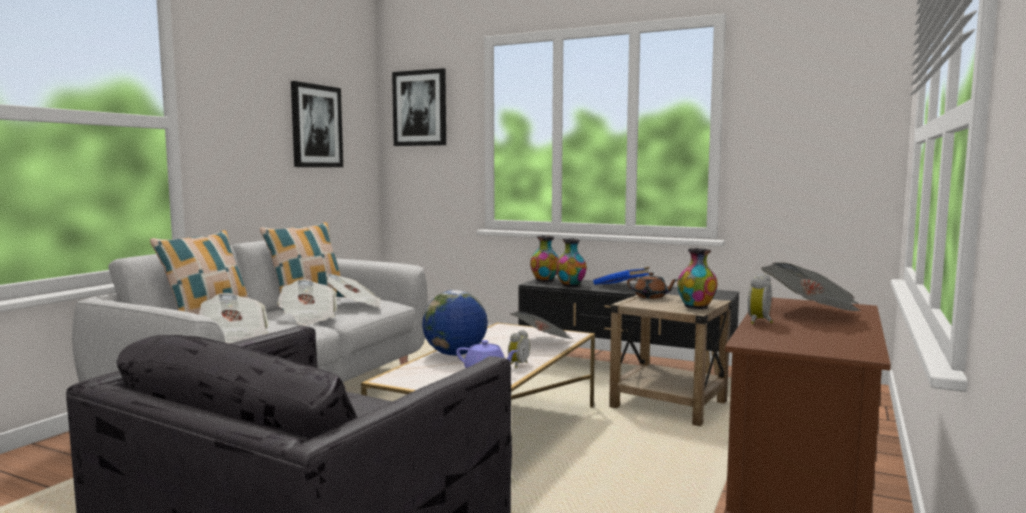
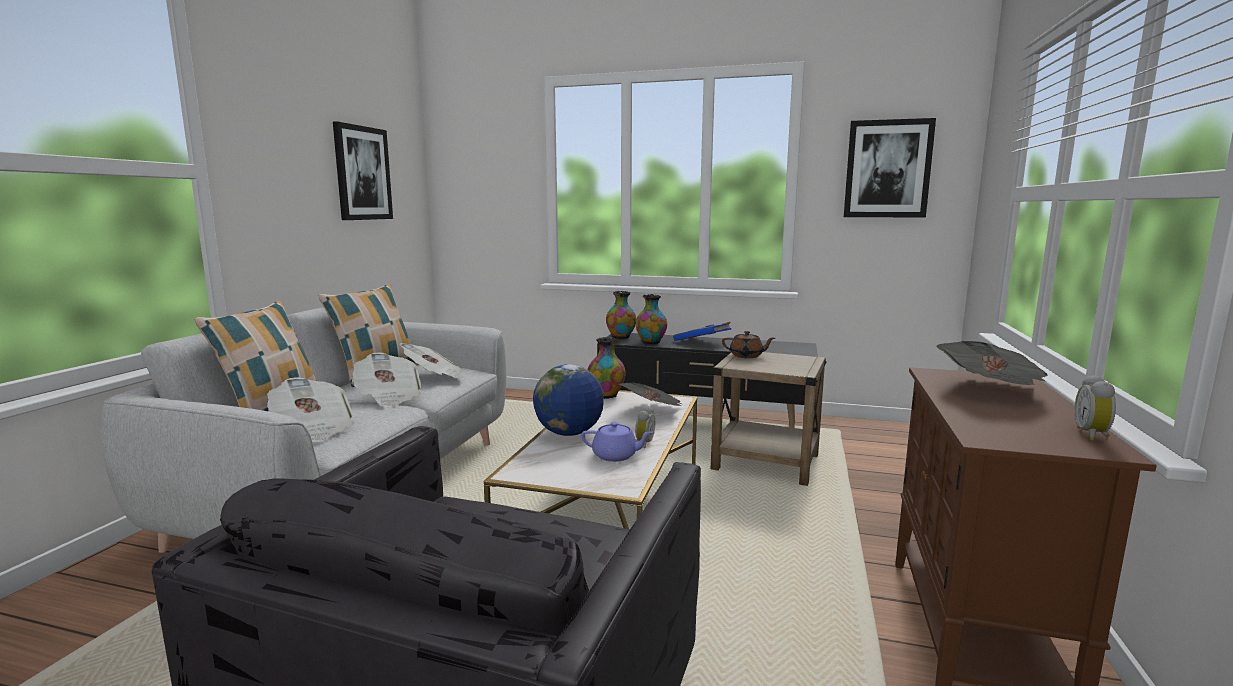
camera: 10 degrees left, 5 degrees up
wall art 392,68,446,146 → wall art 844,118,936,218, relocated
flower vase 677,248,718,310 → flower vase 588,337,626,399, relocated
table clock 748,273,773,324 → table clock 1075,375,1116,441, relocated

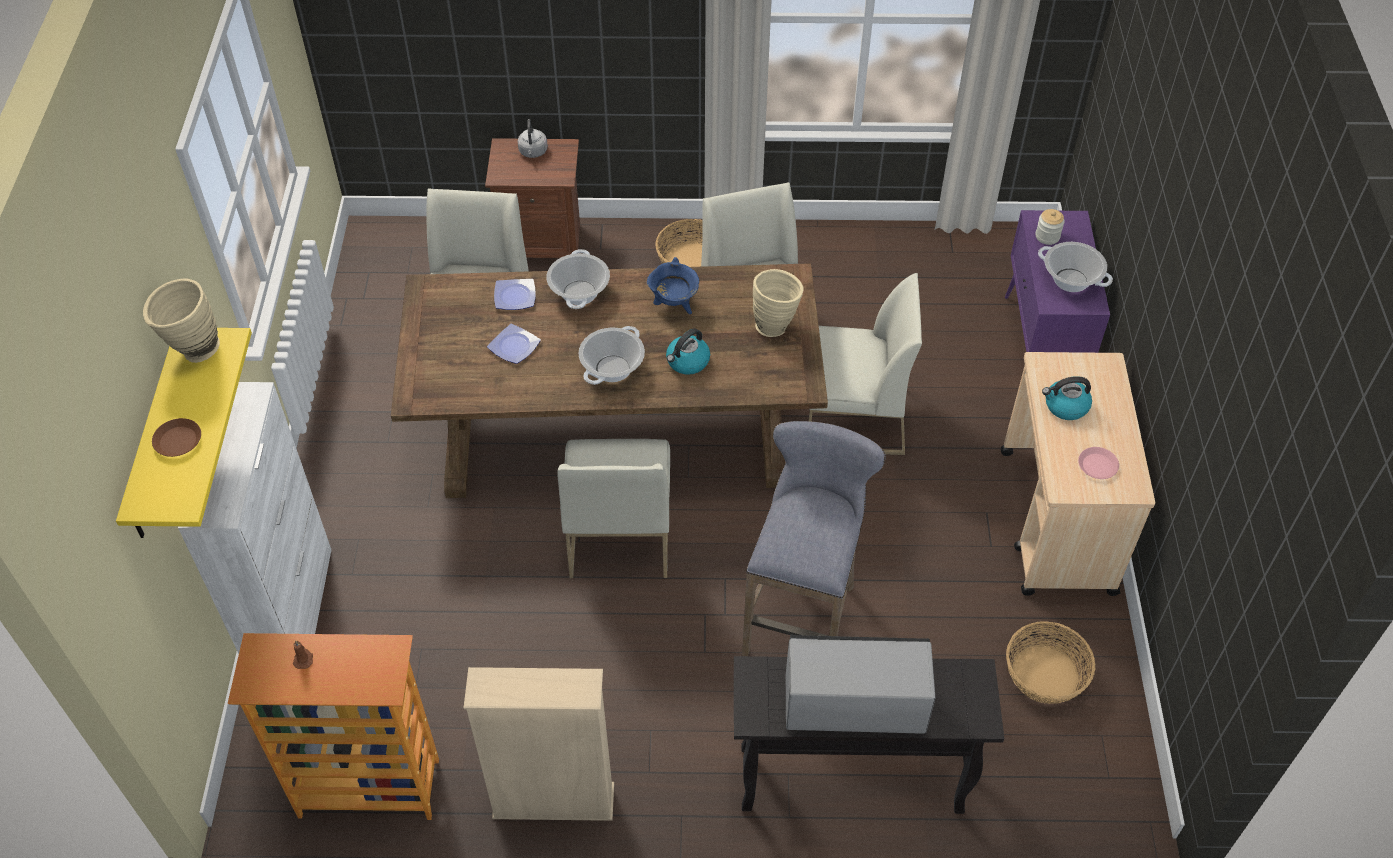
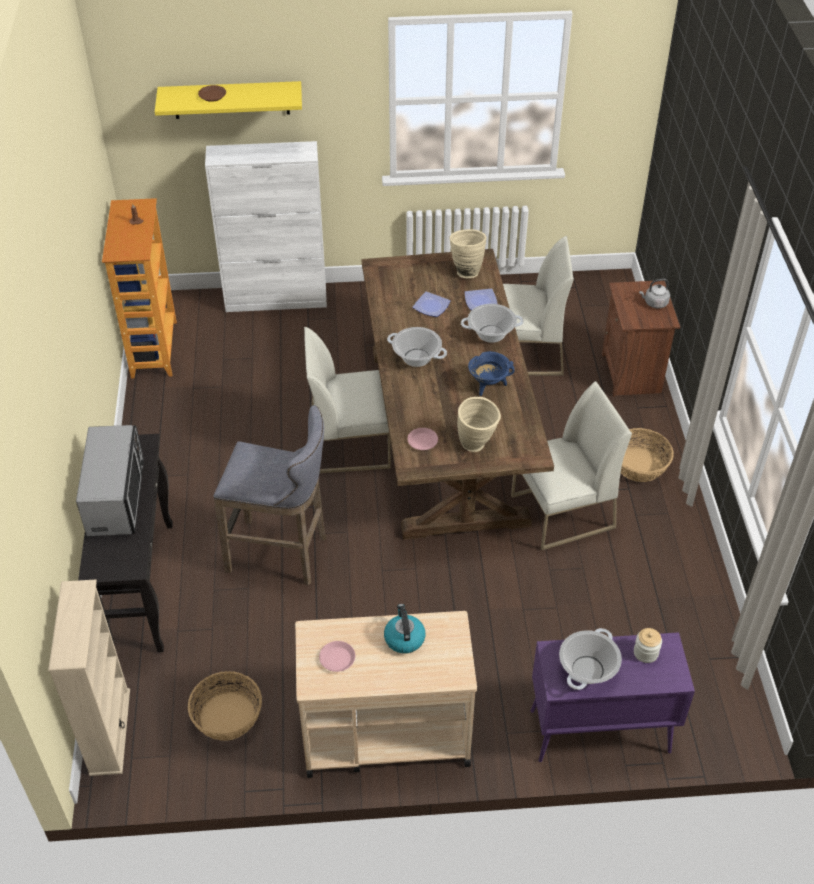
camera: 85 degrees right, 5 degrees down
sand-coloured flower vase 143,278,220,363 → sand-coloured flower vase 449,229,487,278, relocated
sand-coloured shelving unit 464,667,614,821 → sand-coloured shelving unit 48,579,130,776, relocated
kettle 666,328,710,375 → -
whitish chair 809,273,922,455 → -
- → pink dinner plate 407,428,438,450

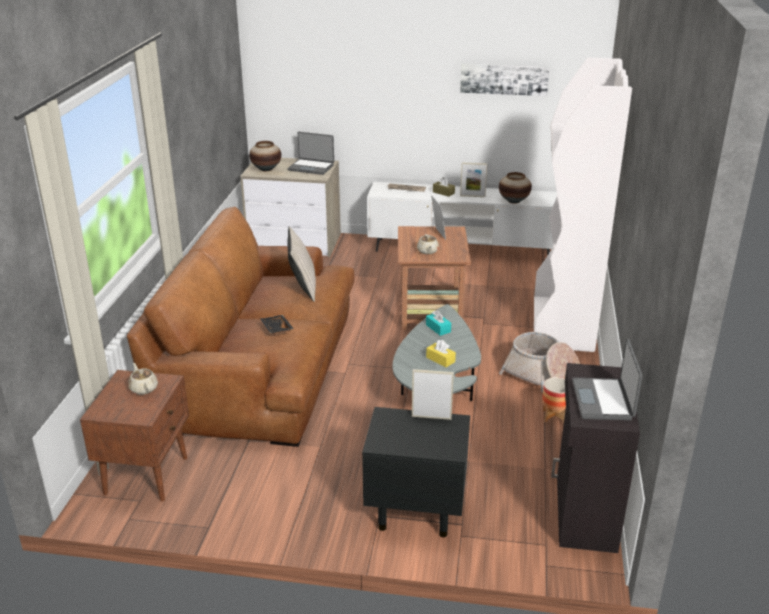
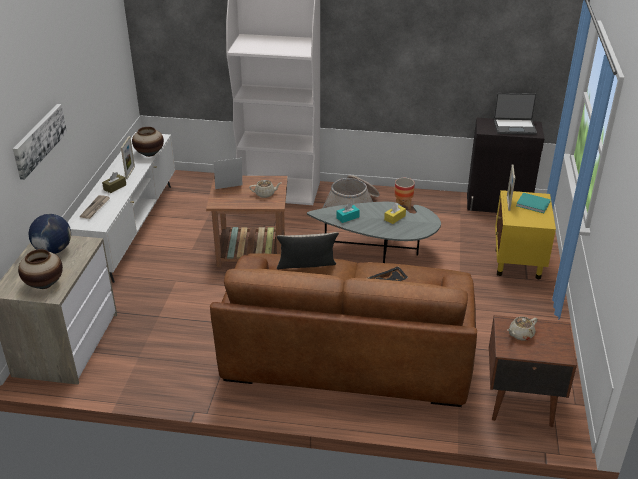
camera: 90 degrees left, 5 degrees up
notebook computer 288,132,334,175 → desk globe 28,214,71,254
blackish night table 362,407,470,537 → yellowish night table 495,190,556,279
wall art 460,63,549,96 → wall art 13,104,67,180, relocated
- → turquoise volume 516,193,551,213

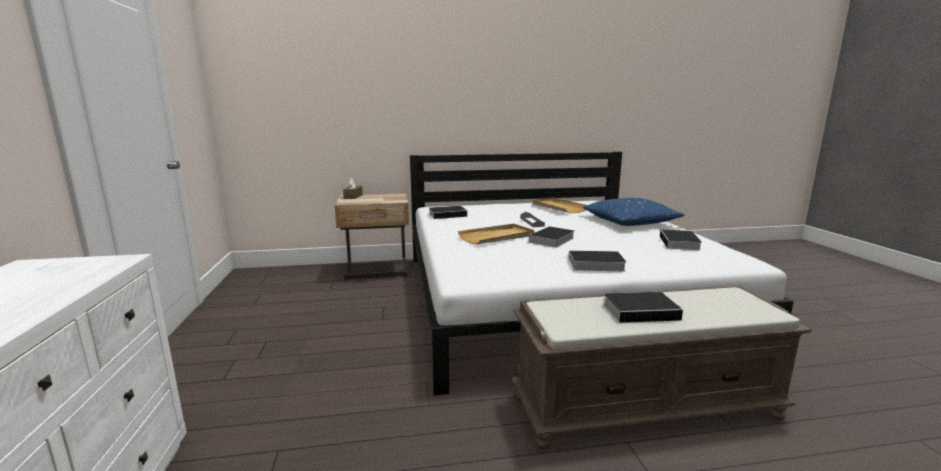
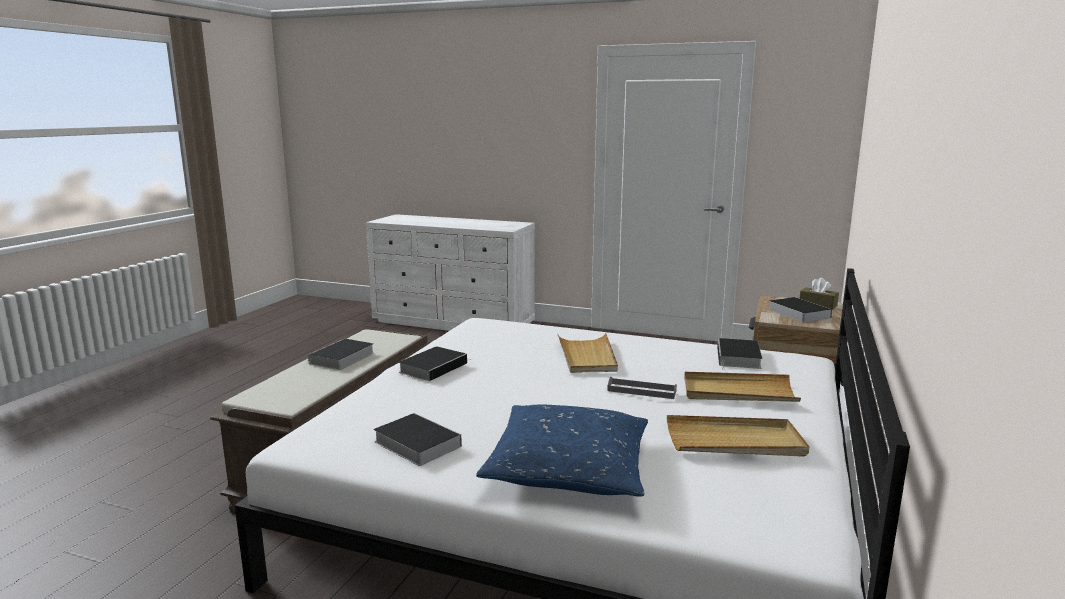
camera: 120 degrees right, 0 degrees up
volume 527,226,574,248 → volume 768,297,832,323, relocated
- → sand-coloured serving tray 684,372,801,402

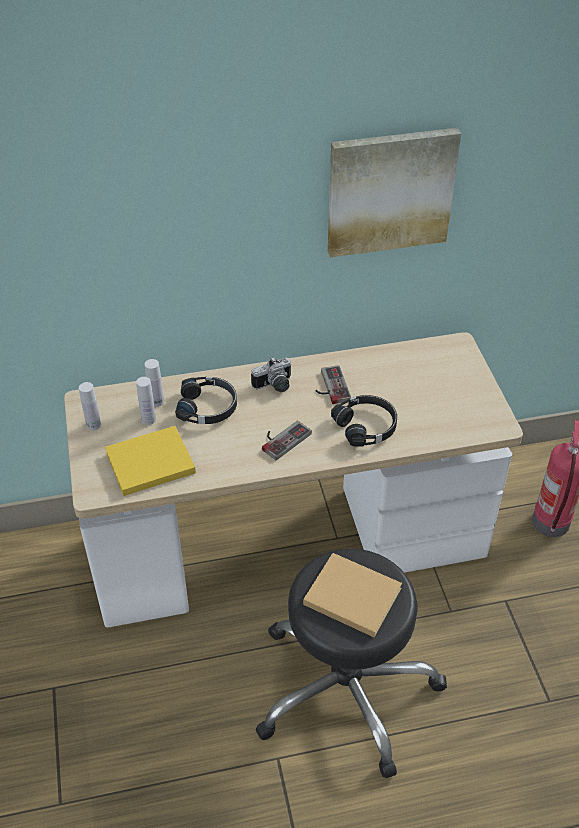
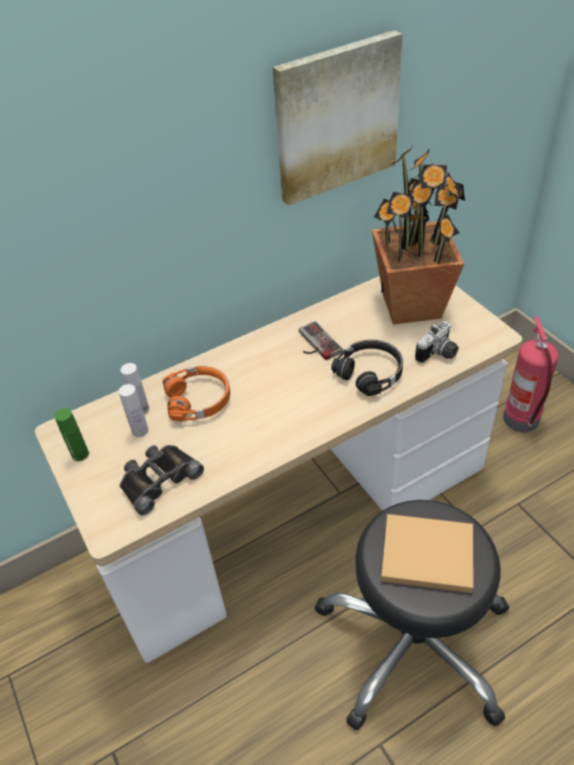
camera: 15 degrees left, 0 degrees up
whitish bottle 79,382,101,430 → green bottle 54,408,89,461
yellowish volume 105,426,196,496 → blackish binoculars 119,445,204,515
blackish headset 175,377,237,424 → orangey headset 162,366,230,421
still camera 251,357,291,392 → still camera 415,321,459,363, relocated
gamepad 262,420,312,460 → -
- → potted plant 372,144,465,325

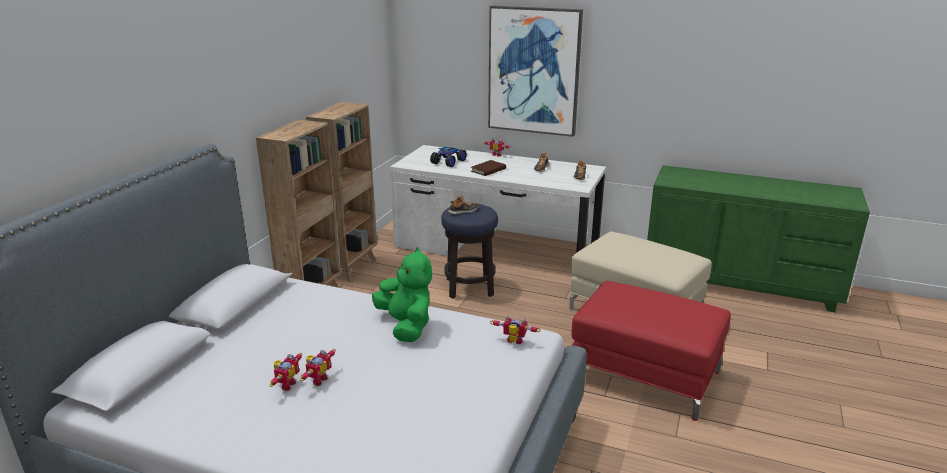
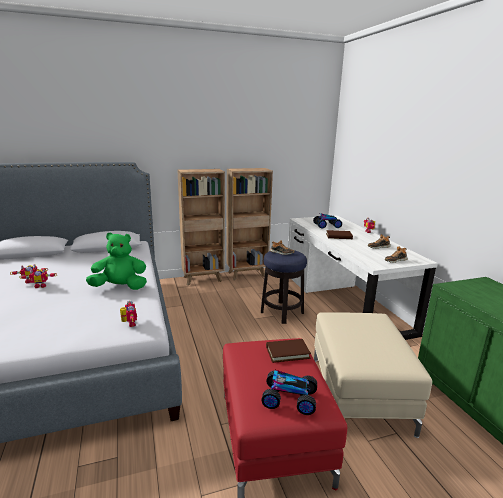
camera: 50 degrees right, 5 degrees down
green cuddly toy 372,247,432,342 → green cuddly toy 86,232,147,290, 120 degrees counterclockwise
wall art 488,6,583,137 → -
- → model car 261,370,317,415
- → brown volume 266,339,311,363

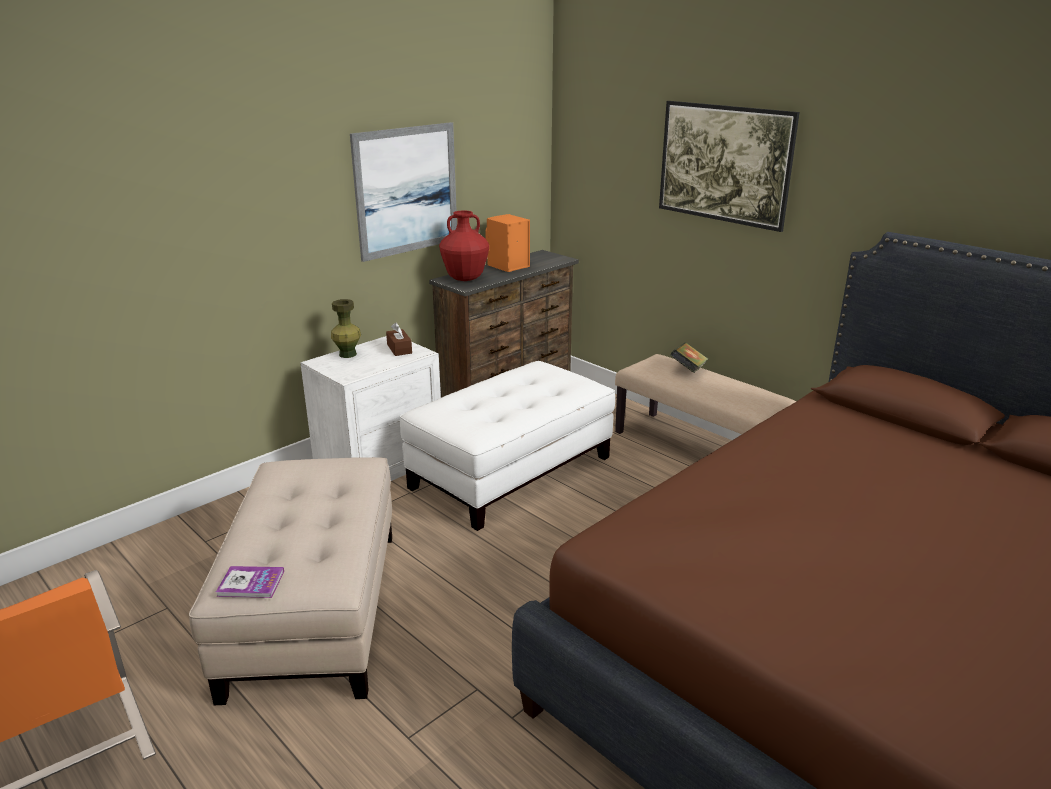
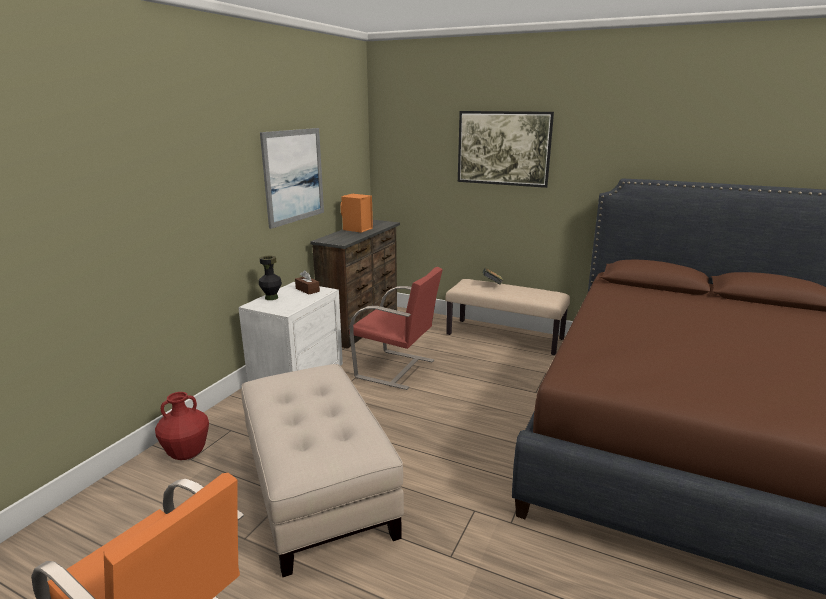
camera: 20 degrees left, 5 degrees down
volume 216,566,284,598 → -
green flower vase 331,299,361,358 → blackish flower vase 259,256,282,300
whitish pouffe 400,361,615,531 → reddish chair 349,267,443,390
reddish flower vase 439,210,489,281 → reddish flower vase 155,392,209,460, relocated

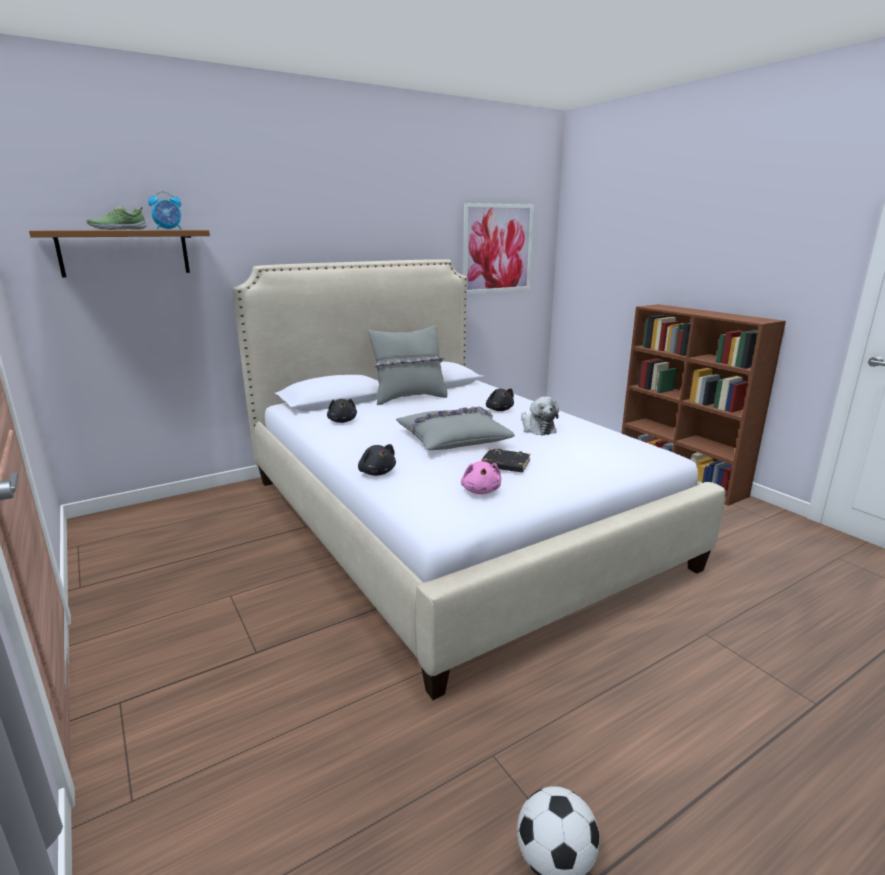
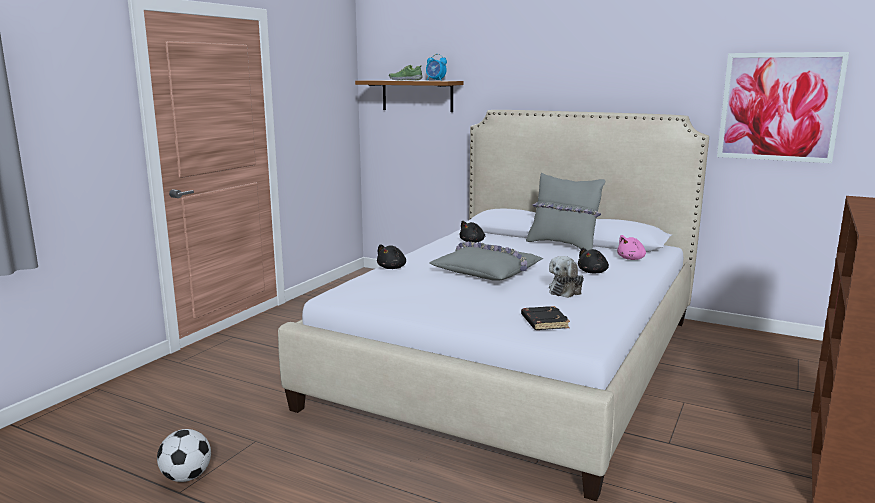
camera: 60 degrees right, 5 degrees down
pink cuddly toy 461,461,501,495 → pink cuddly toy 617,235,646,260, relocated
blackish volume 481,449,531,472 → blackish volume 521,306,570,330, relocated

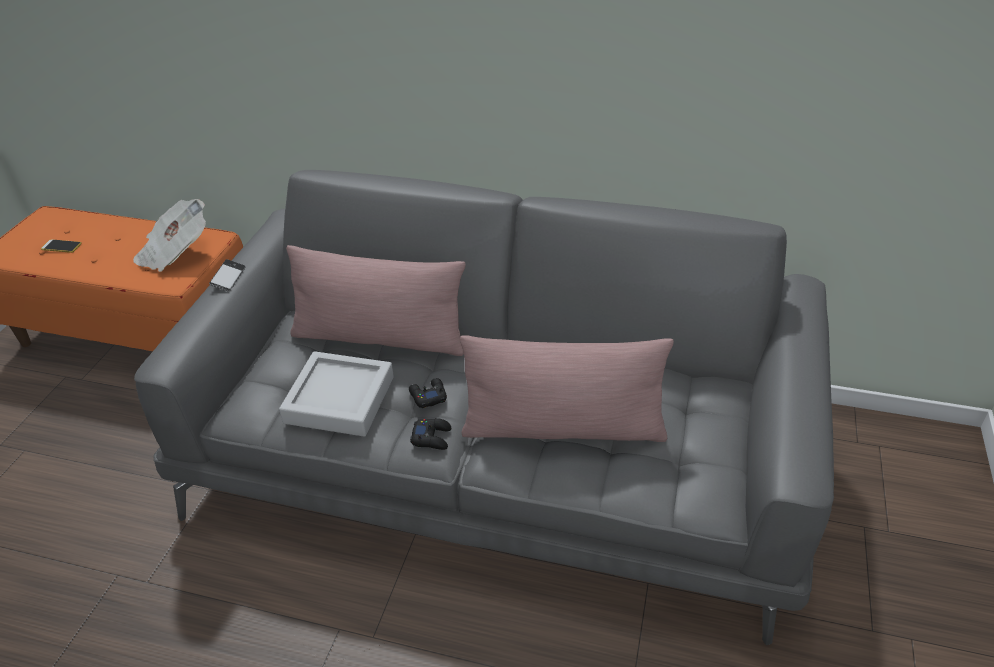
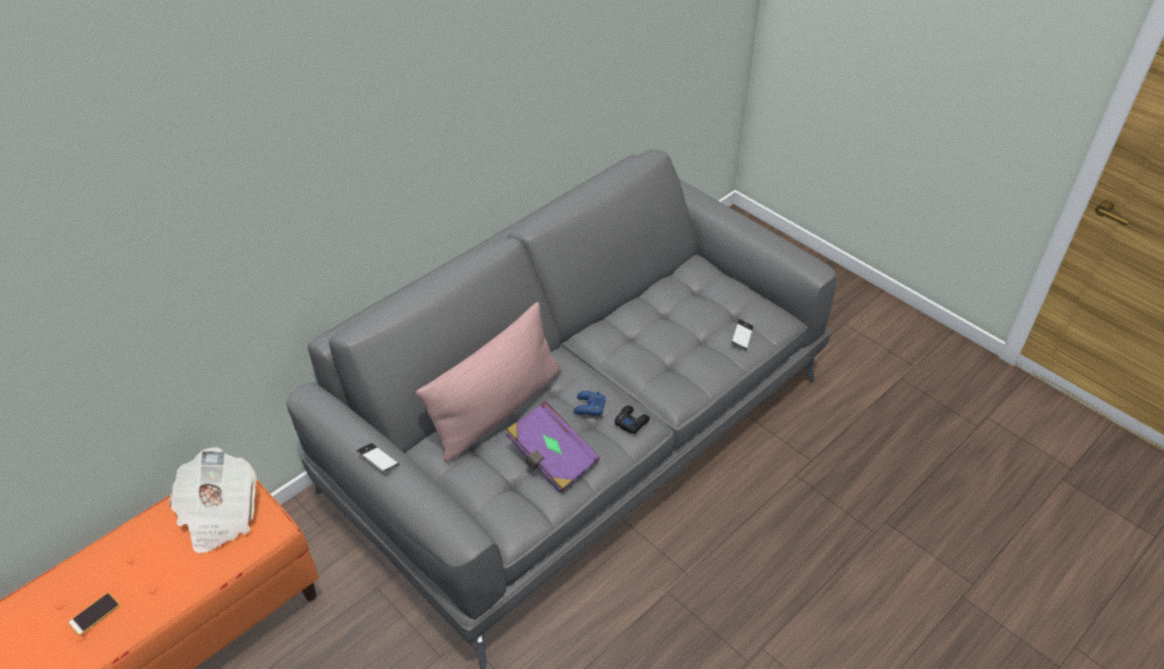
camera: 60 degrees left, 5 degrees up
grey serving tray 279,351,394,436 → purple-coloured volume 506,401,600,493
blackish gamepad 409,378,447,408 → blue-coloured gamepad 573,391,606,416
pink cushion 460,336,674,442 → -
- → phone 731,319,754,350

